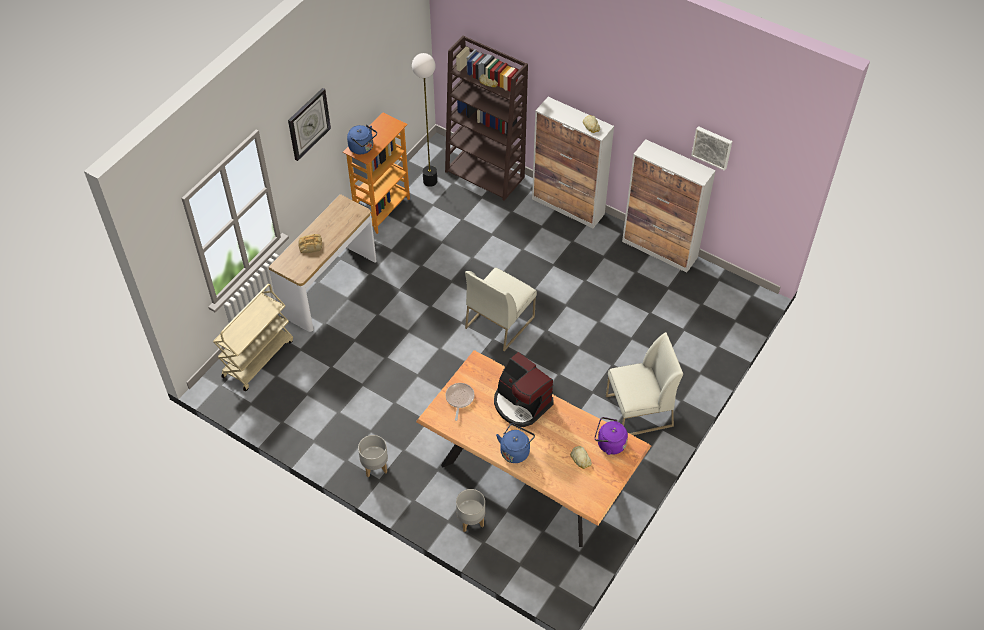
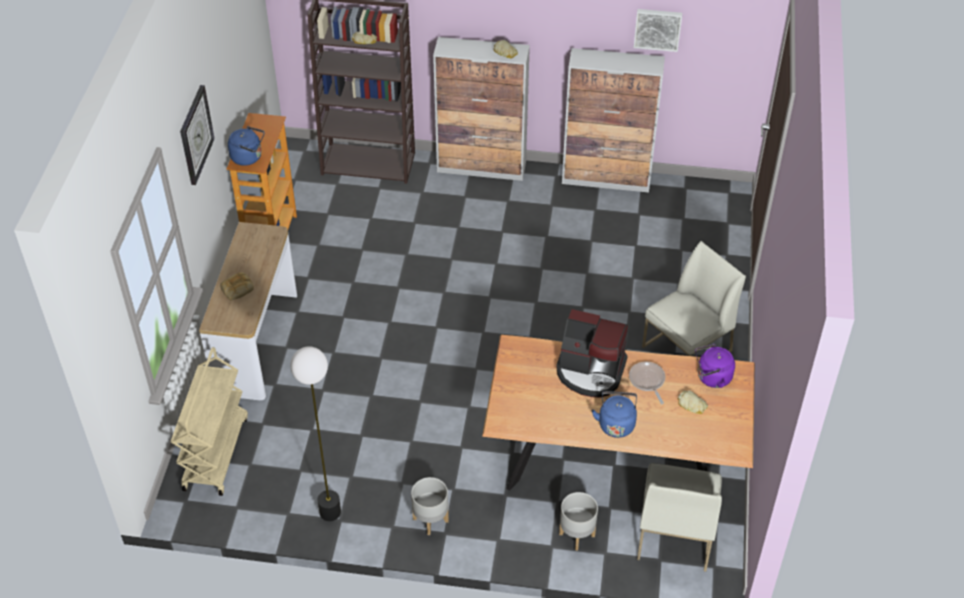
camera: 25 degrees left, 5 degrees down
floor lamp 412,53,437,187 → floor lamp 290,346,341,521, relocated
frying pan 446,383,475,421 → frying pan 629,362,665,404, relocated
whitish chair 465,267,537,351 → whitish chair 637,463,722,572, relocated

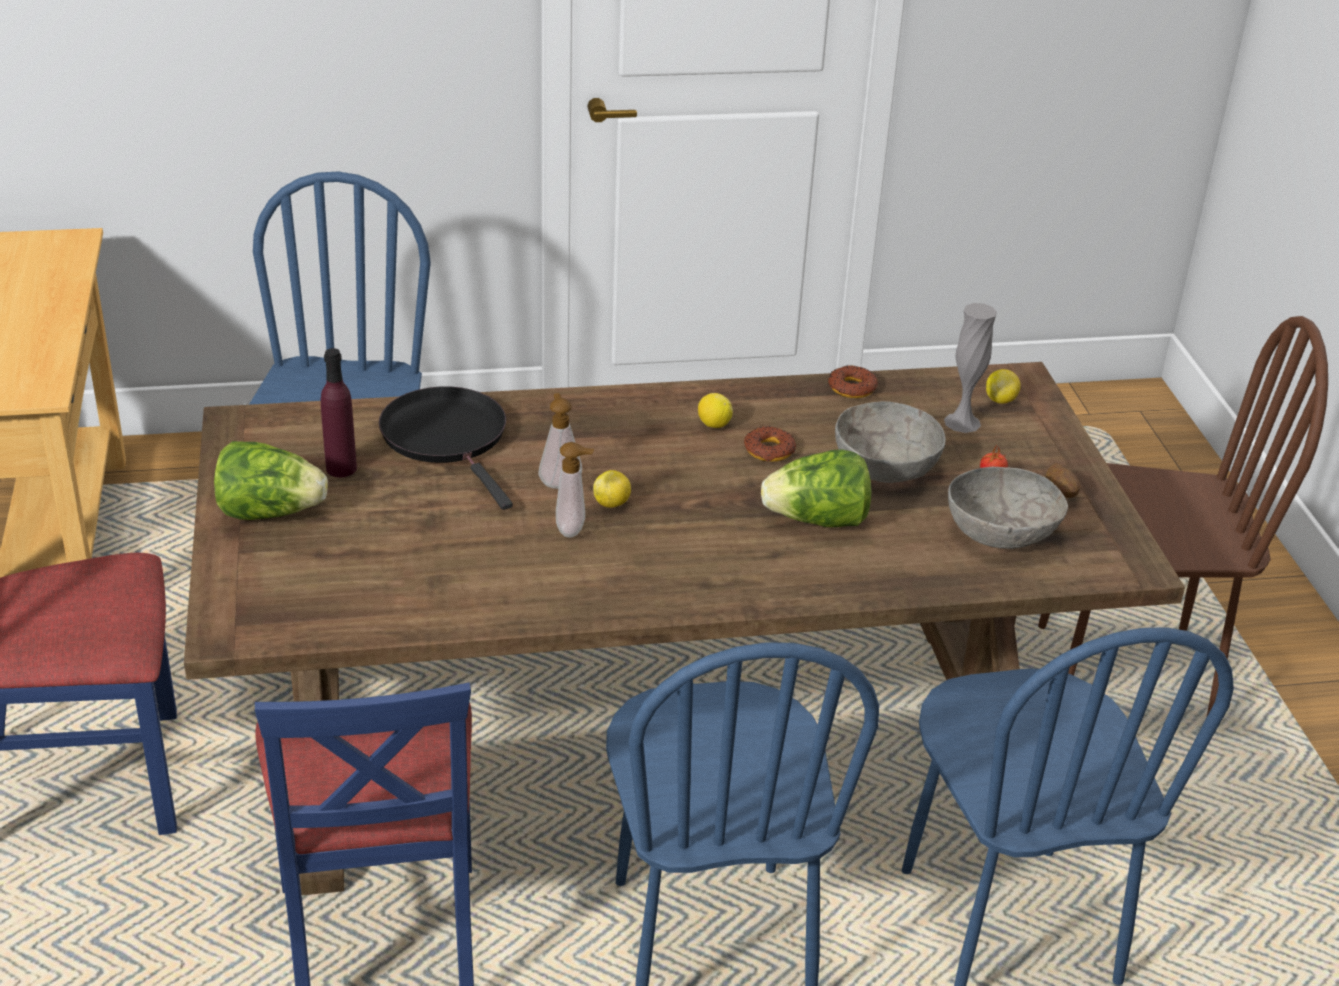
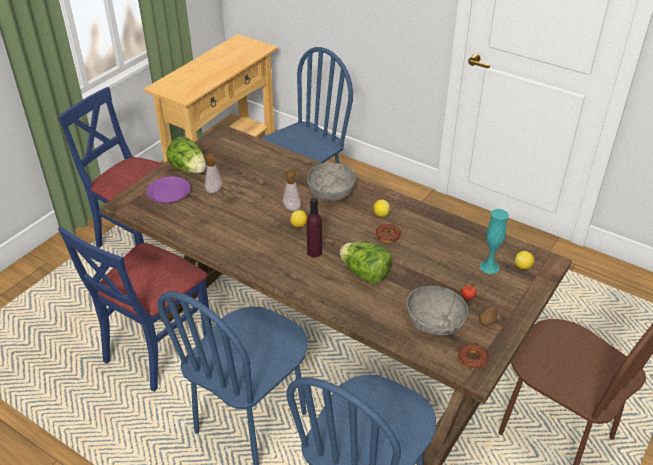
camera: 45 degrees right, 5 degrees up
purple-coloured bottle 321,348,357,477 → purple-coloured bottle 307,198,322,257, relocated
blackish frying pan 379,387,513,510 → -
soap dispenser 556,442,594,538 → soap dispenser 205,153,222,193, relocated
doughnut 828,365,878,398 → doughnut 458,343,489,369, relocated
grey serving bowl 835,401,946,483 → grey serving bowl 307,163,356,201, relocated
grey flower vase 944,303,997,433 → turquoise flower vase 480,209,509,274
- → purple-coloured dinner plate 146,176,191,204

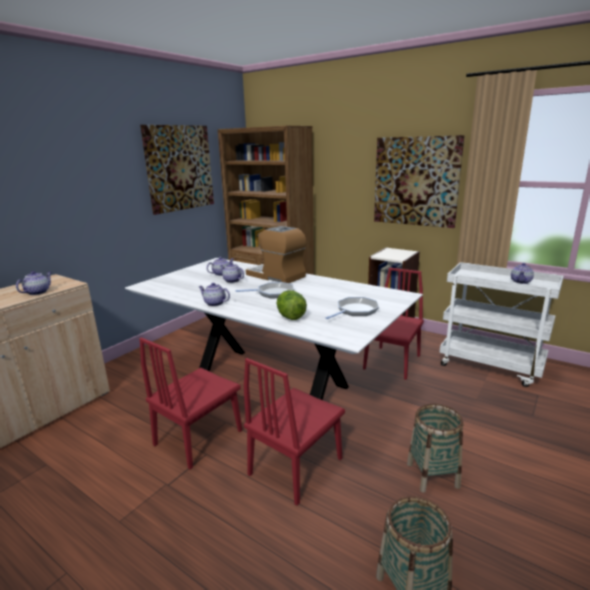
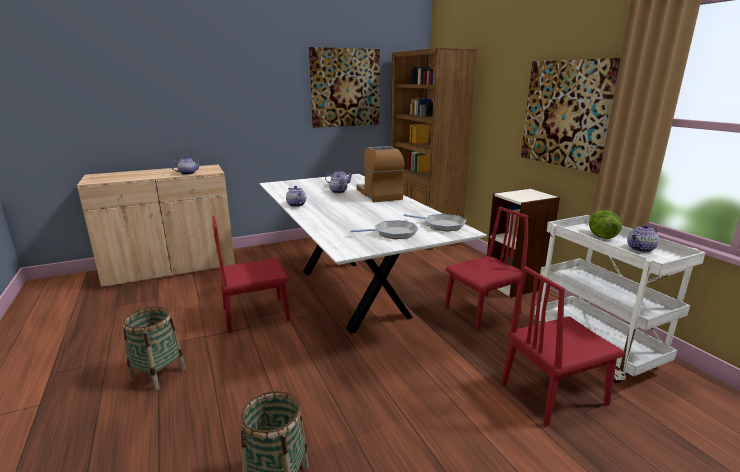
camera: 30 degrees right, 0 degrees up
frying pan 235,282,294,299 → frying pan 403,214,466,231, relocated
reddish chair 244,358,345,506 → reddish chair 502,266,625,427, relocated
head of lettuce 277,290,307,320 → head of lettuce 589,210,622,239, relocated
storage basket 407,404,463,493 → storage basket 123,307,186,390, relocated

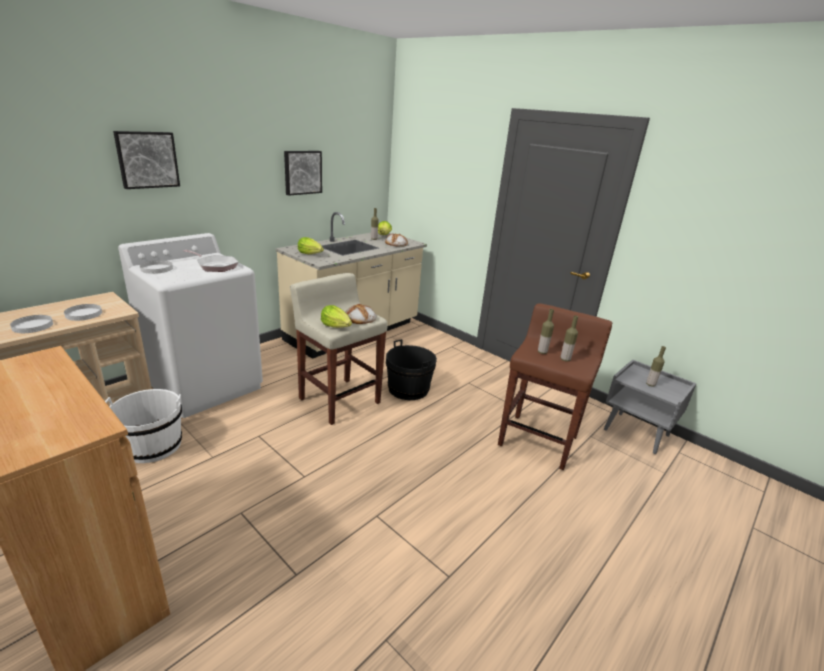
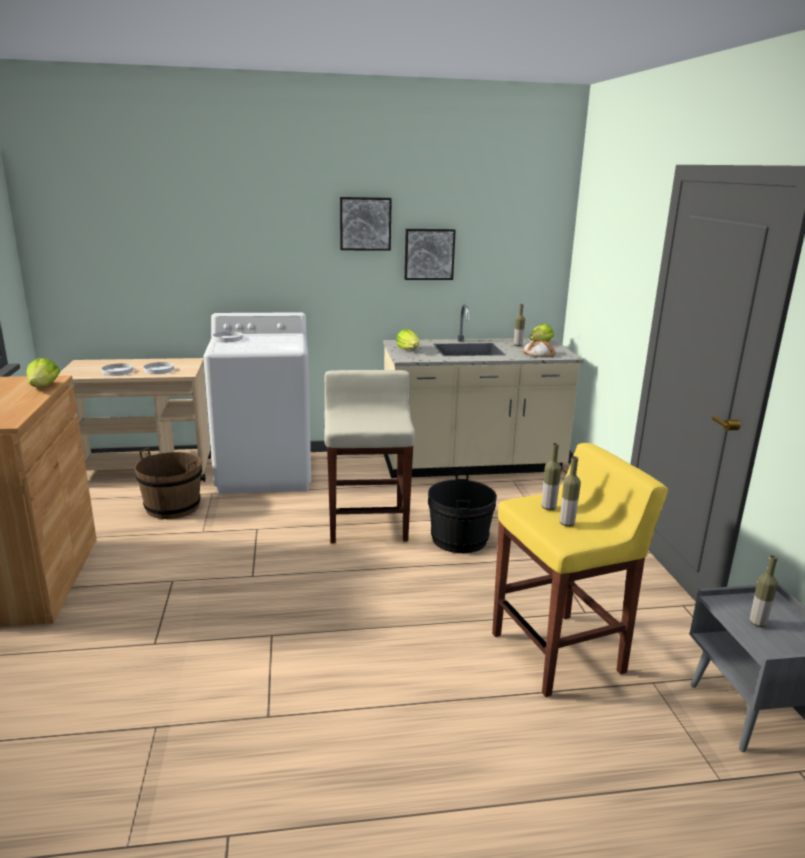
camera: 40 degrees right, 5 degrees down
whitish bucket 105,389,182,463 → brown bucket 134,447,202,519
wall art 113,131,180,189 → wall art 340,197,392,251, relocated
frying pan 183,250,238,272 → -
head of lettuce 321,305,352,328 → head of lettuce 26,358,60,387, relocated
bakery bread 345,304,376,324 → -
brown sitting stool 498,303,613,470 → yellowish sitting stool 492,443,668,697

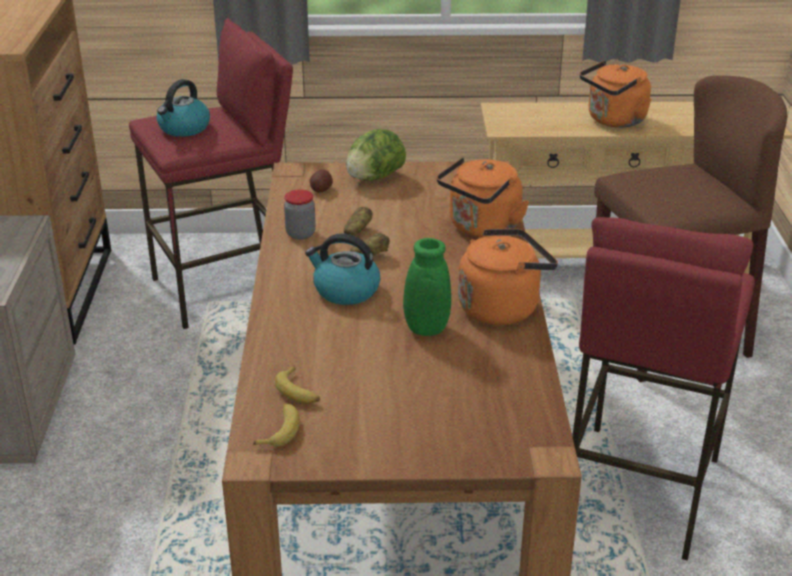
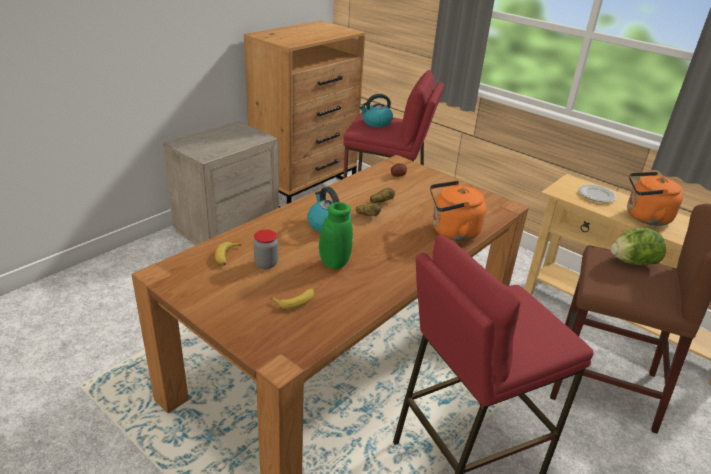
camera: 40 degrees right, 0 degrees up
banana 253,403,300,447 → banana 270,288,314,309, relocated
storage jar 284,190,316,240 → storage jar 253,230,278,269, relocated
head of lettuce 346,129,406,181 → head of lettuce 611,228,666,265, relocated
orangey kettle 458,228,558,325 → -
- → dinner plate 579,185,617,202

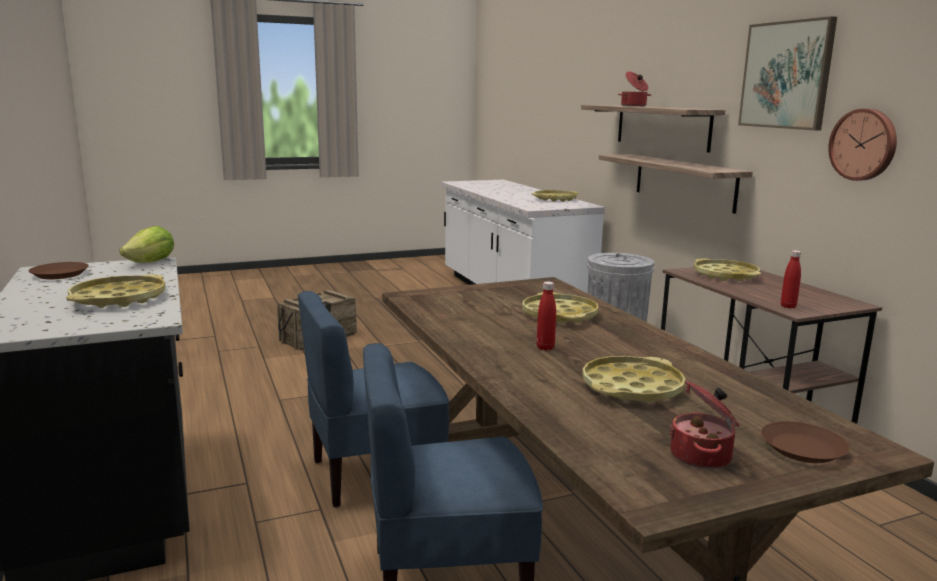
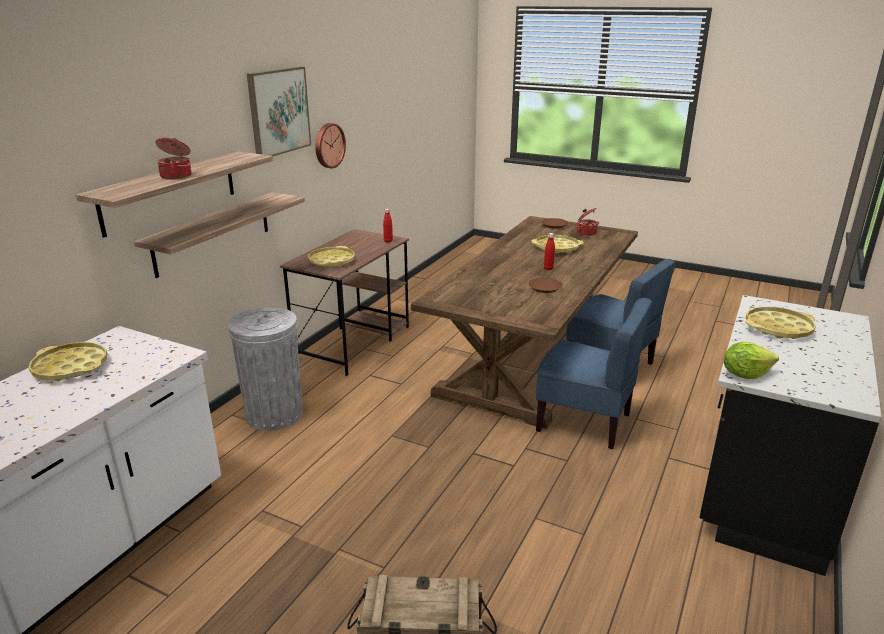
camera: 130 degrees left, 10 degrees up
brown dinner plate 29,262,89,279 → brown dinner plate 528,278,563,293, relocated
yellowish serving tray 522,292,599,324 → -

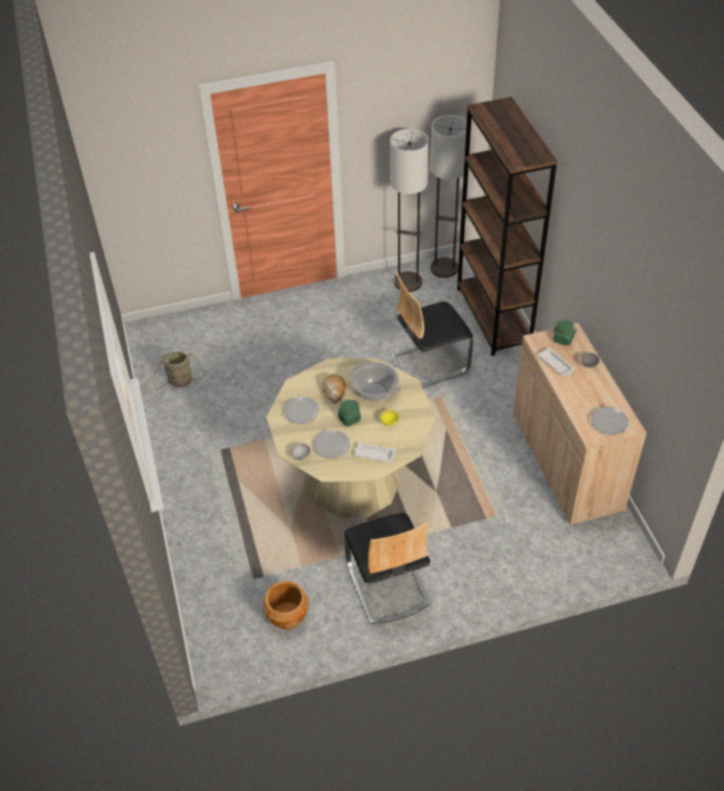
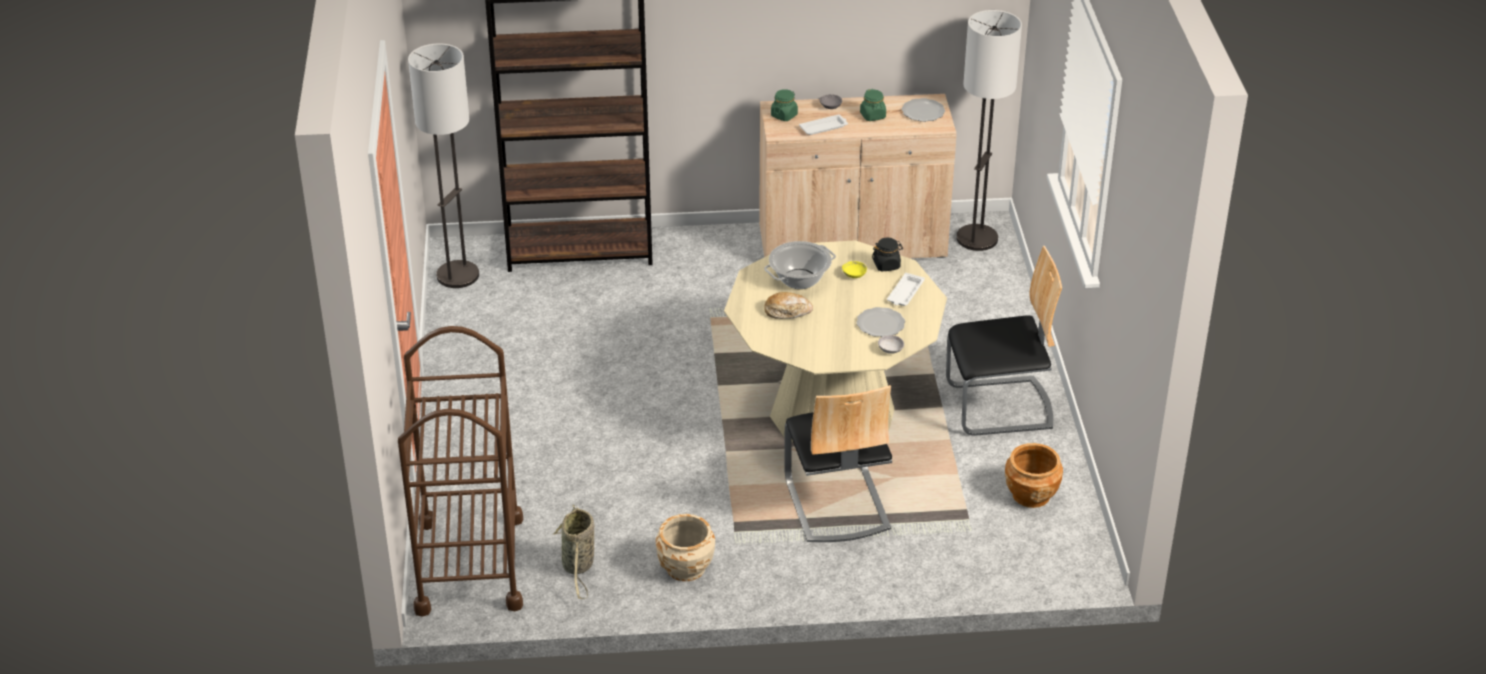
camera: 80 degrees left, 10 degrees down
dinner plate 283,397,319,424 → -
green storage jar 338,400,361,427 → green storage jar 860,89,886,121, relocated
floor lamp 390,129,429,292 → floor lamp 956,10,1022,251, relocated
chair 392,272,474,388 → chair 784,385,892,542, relocated
- → brown cart 398,326,523,617
- → sand-coloured planter 656,514,715,581
- → blackish storage jar 872,238,903,271

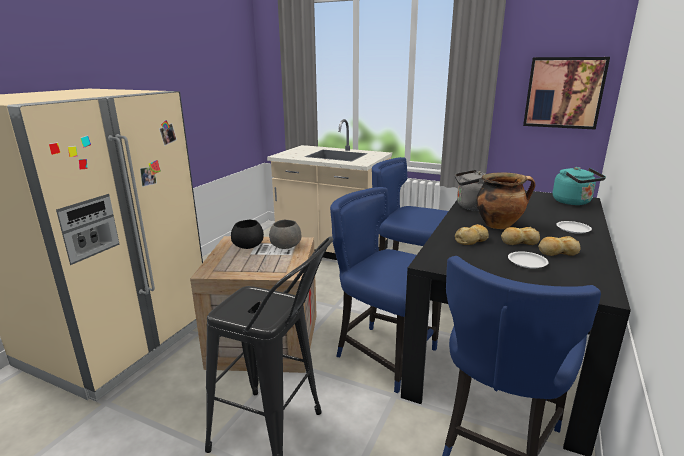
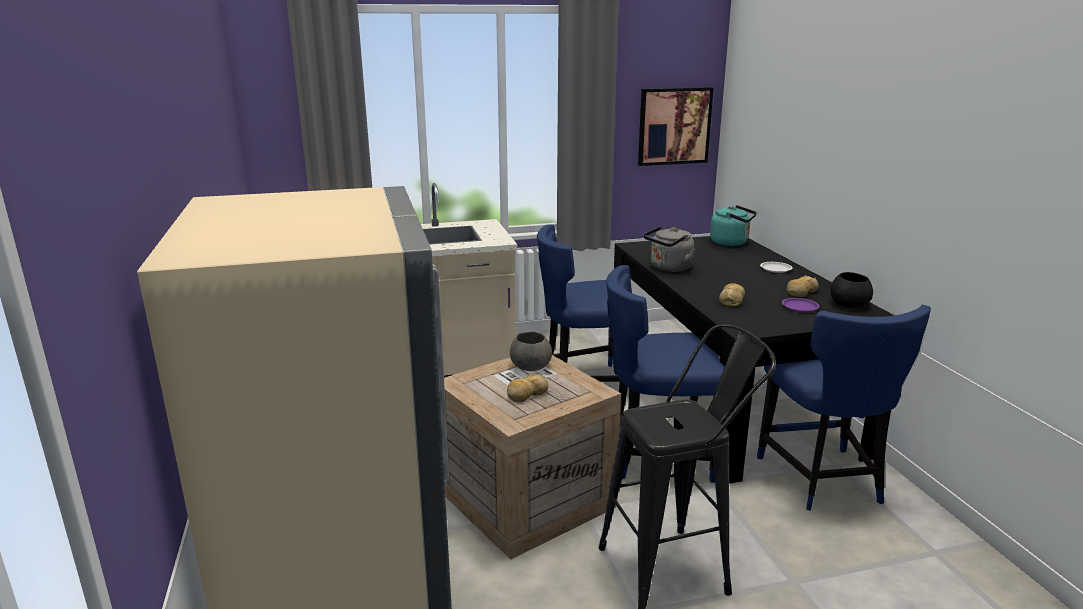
camera: 40 degrees left, 0 degrees up
blackish serving bowl 231,220,264,249 → blackish serving bowl 830,272,873,308, relocated
cooking pot 476,172,535,229 → -
bakery bread 501,227,540,245 → bakery bread 507,373,548,402, relocated
whitish dinner plate 508,251,548,268 → purple-coloured dinner plate 782,298,819,312

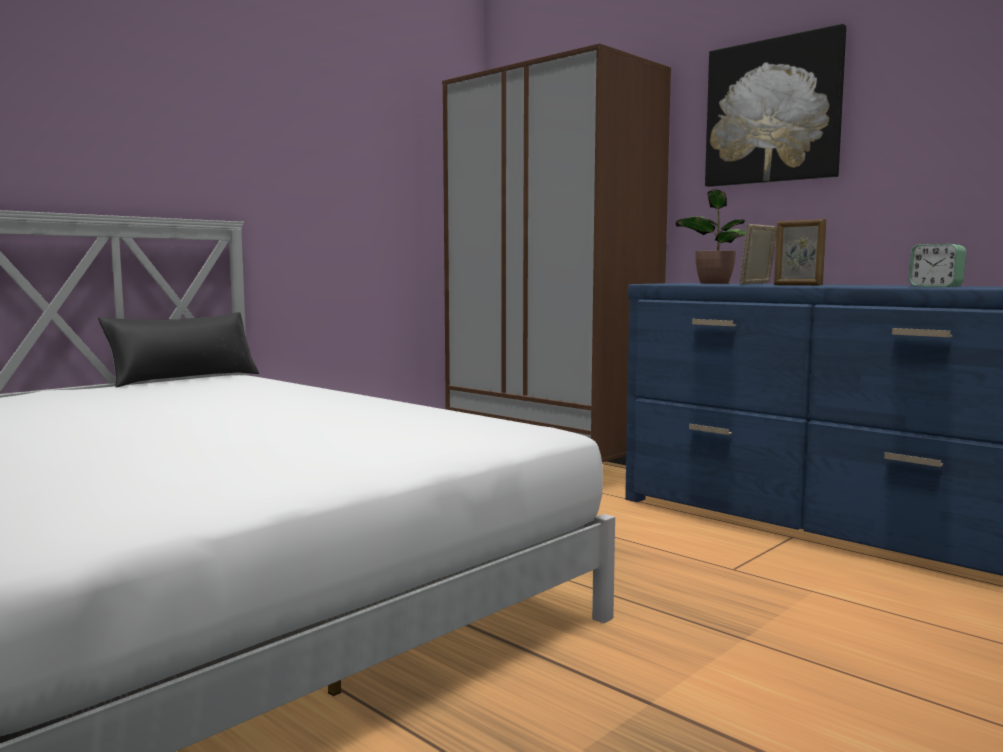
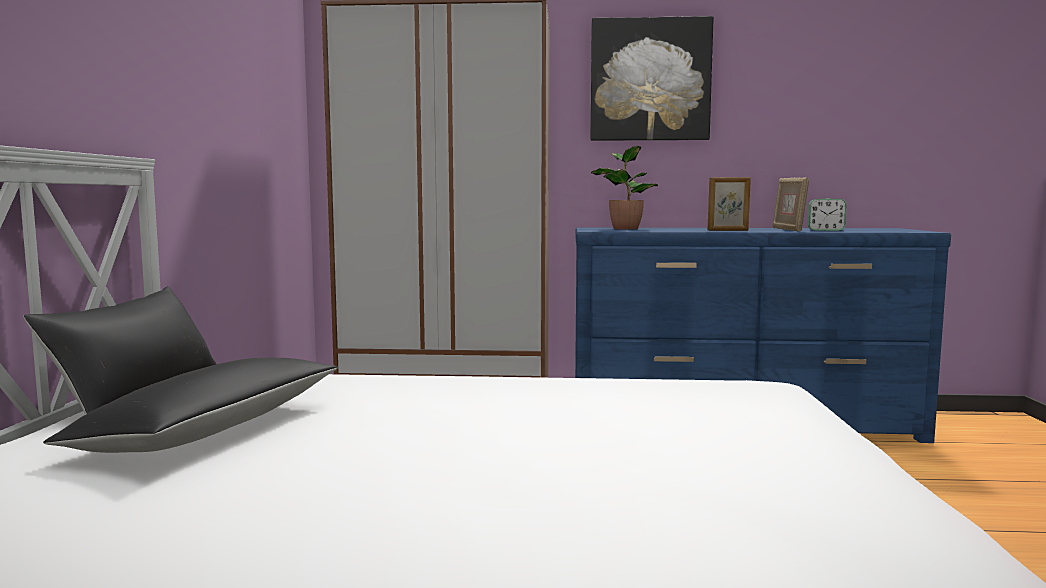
camera: 40 degrees left, 0 degrees up
photo frame 739,224,777,284 → photo frame 773,177,809,231, relocated
- → blackish cushion 43,358,338,453

